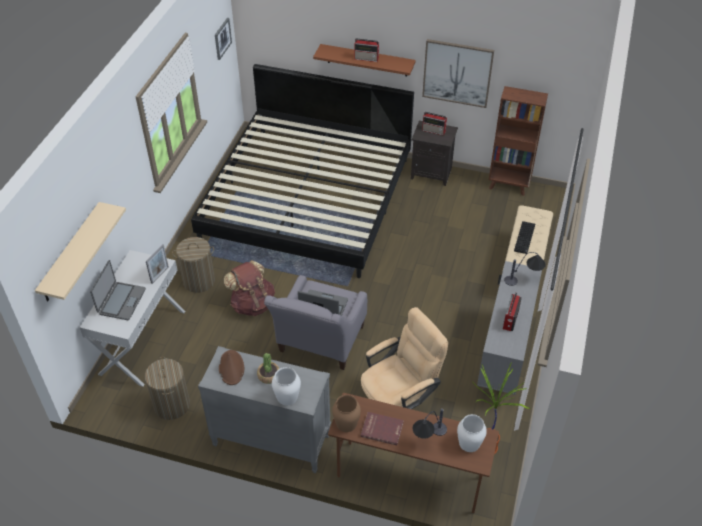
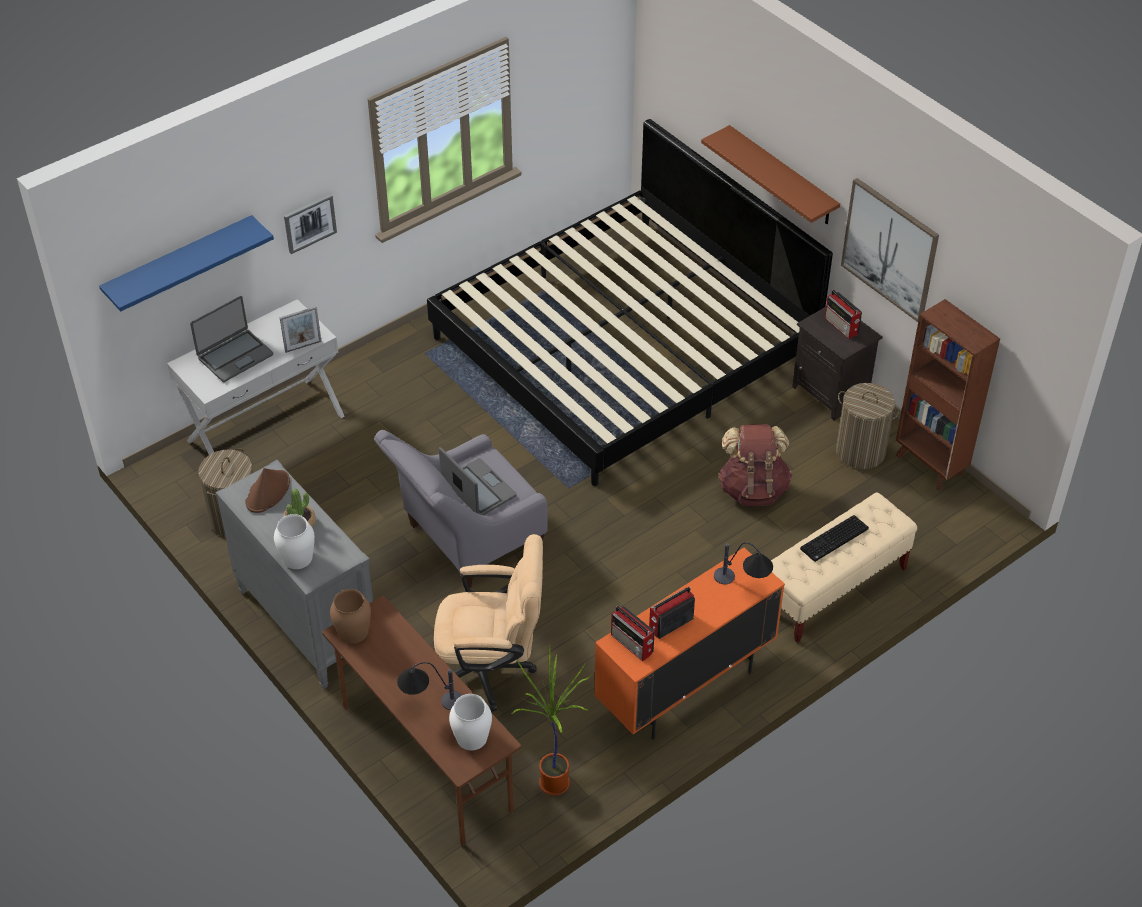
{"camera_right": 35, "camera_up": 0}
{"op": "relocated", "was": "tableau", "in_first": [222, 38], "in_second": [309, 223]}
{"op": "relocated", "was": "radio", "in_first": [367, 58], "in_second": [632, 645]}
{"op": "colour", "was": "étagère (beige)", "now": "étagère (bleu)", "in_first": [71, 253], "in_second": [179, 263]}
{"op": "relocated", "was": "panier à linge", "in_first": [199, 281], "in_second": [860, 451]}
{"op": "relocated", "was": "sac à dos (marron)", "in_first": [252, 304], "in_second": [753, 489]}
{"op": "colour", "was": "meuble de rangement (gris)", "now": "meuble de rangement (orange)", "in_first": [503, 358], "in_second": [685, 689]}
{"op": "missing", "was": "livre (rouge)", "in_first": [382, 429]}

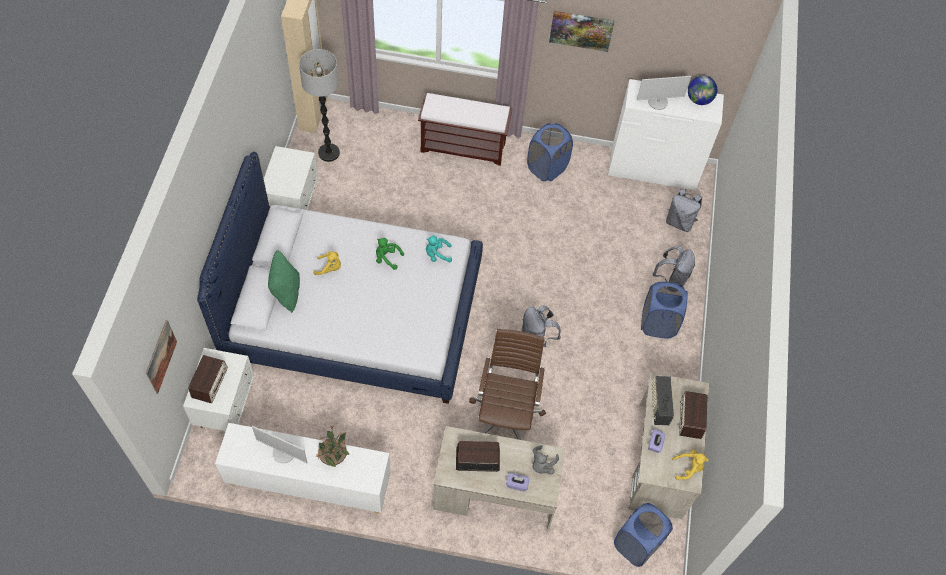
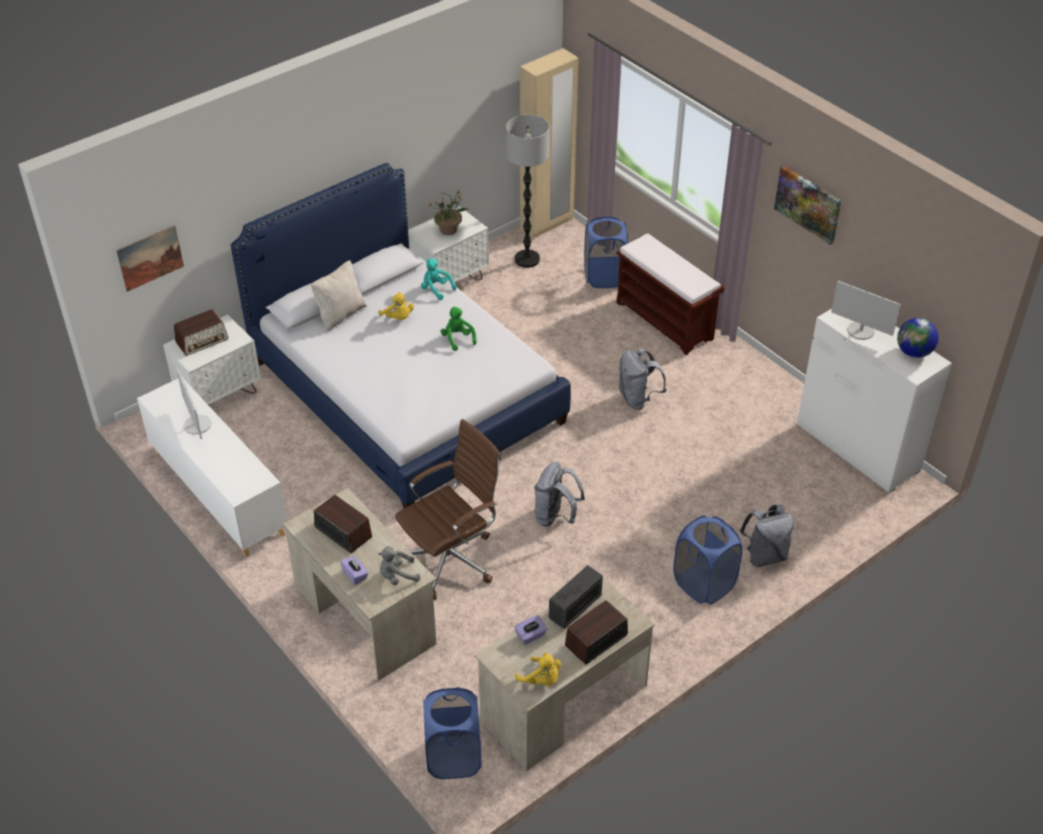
{"camera_right": 45, "camera_up": -15}
{"op": "relocated", "was": "panier à linge (bleu)", "in_first": [547, 167], "in_second": [604, 277]}
{"op": "relocated", "was": "sac à dos (gris)", "in_first": [679, 222], "in_second": [638, 399]}
{"op": "relocated", "was": "peluche (turquoise)", "in_first": [437, 254], "in_second": [436, 289]}
{"op": "colour", "was": "coussin (vert)", "now": "coussin (beige)", "in_first": [286, 292], "in_second": [340, 314]}
{"op": "relocated", "was": "plante en pot", "in_first": [334, 456], "in_second": [449, 230]}

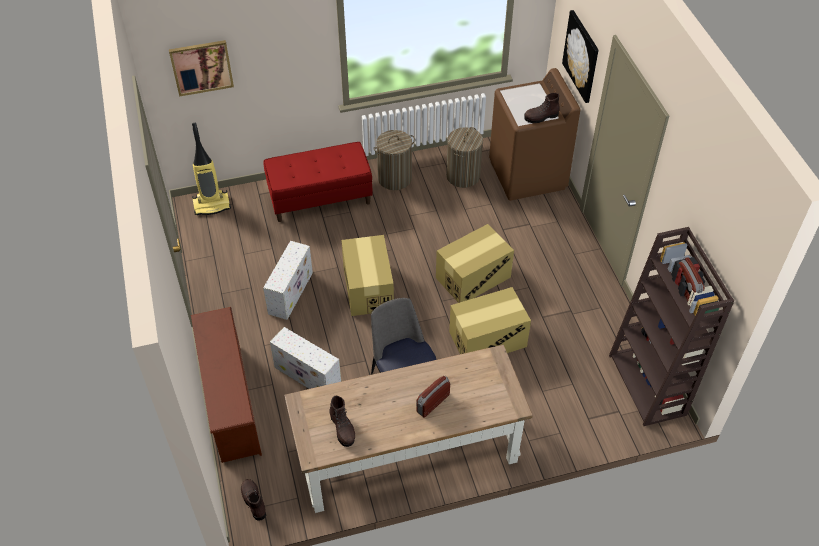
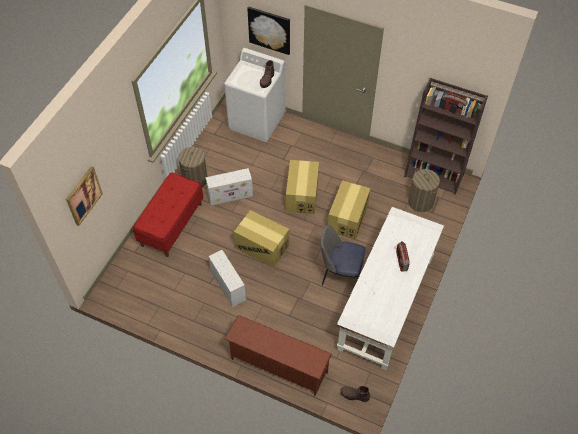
{"camera_right": -50, "camera_up": 5}
{"op": "colour", "was": "lave-linge (marron)", "now": "lave-linge (blanc)", "in_first": [527, 175], "in_second": [257, 121]}
{"op": "missing", "was": "aspirateur", "in_first": [212, 204]}
{"op": "relocated", "was": "panier à linge", "in_first": [463, 176], "in_second": [420, 202]}
{"op": "relocated", "was": "boîte de rangement (blanc)", "in_first": [308, 376], "in_second": [231, 195]}
{"op": "colour", "was": "bureau (marron)", "now": "bureau (blanc)", "in_first": [406, 454], "in_second": [386, 303]}
{"op": "missing", "was": "botte (marron)", "in_first": [342, 429]}

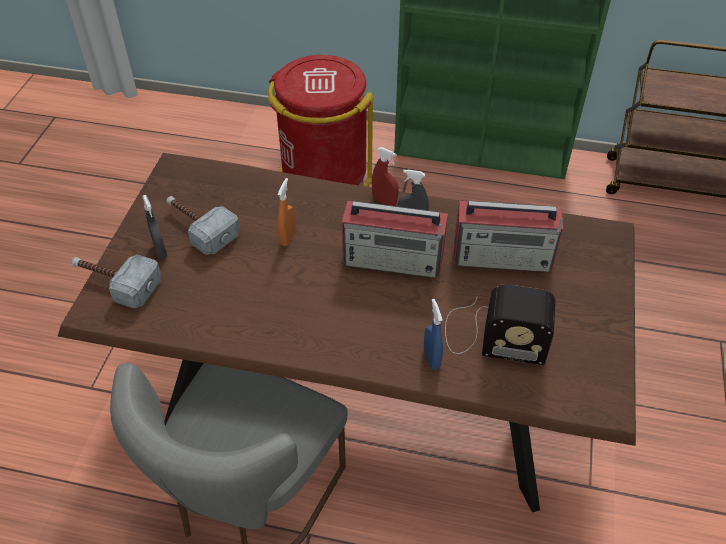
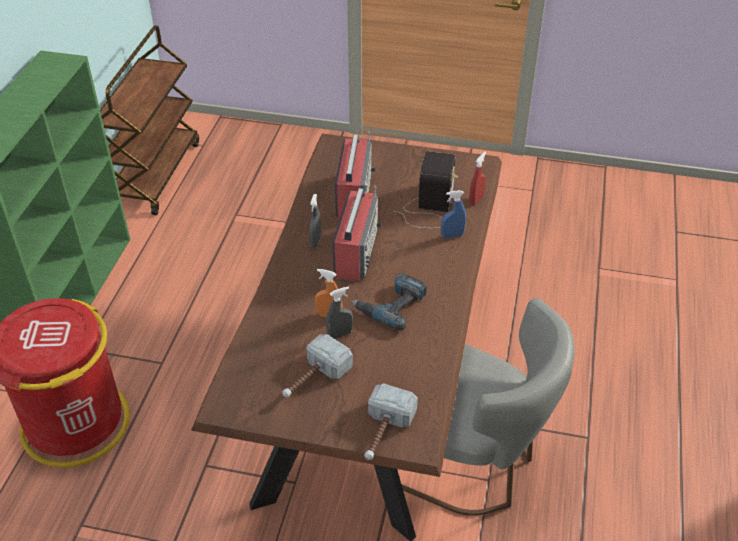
{"camera_right": -90, "camera_up": -5}
{"op": "relocated", "was": "vaporisateur (rouge)", "in_first": [384, 201], "in_second": [476, 200]}
{"op": "relocated", "was": "vaporisateur (gris)", "in_first": [160, 250], "in_second": [340, 334]}
{"op": "appeared", "now": "perceuse", "in_second": [391, 304]}

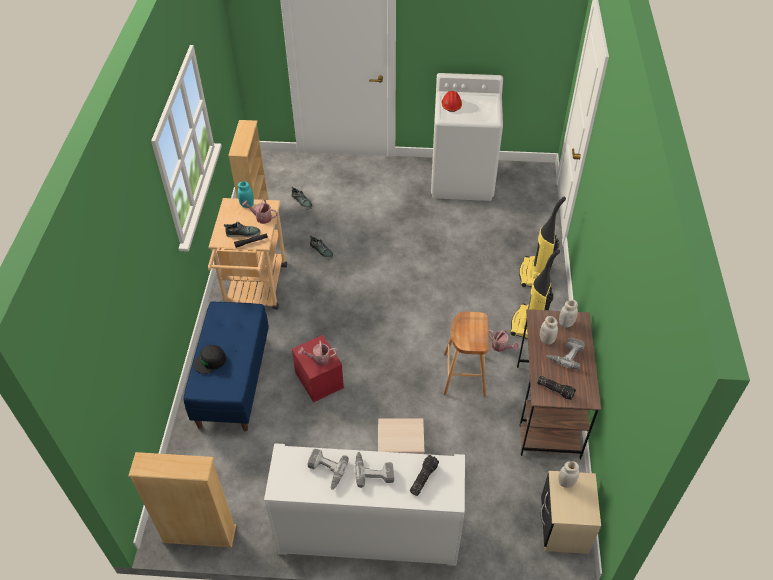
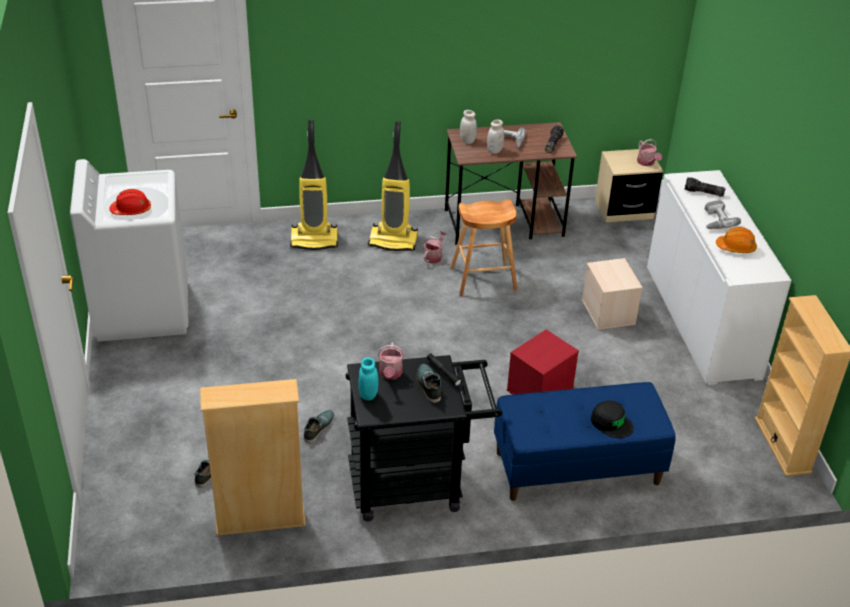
{"camera_right": -105, "camera_up": -10}
{"op": "colour", "was": "chariot (beige)", "now": "chariot (noir)", "in_first": [255, 291], "in_second": [416, 484]}
{"op": "relocated", "was": "arrosoir", "in_first": [319, 359], "in_second": [647, 163]}
{"op": "exchanged", "was": "perceuse", "now": "casque de chantier (orange)", "in_first": [326, 471], "in_second": [736, 247]}
{"op": "missing", "was": "bocal (blanc)", "in_first": [566, 482]}

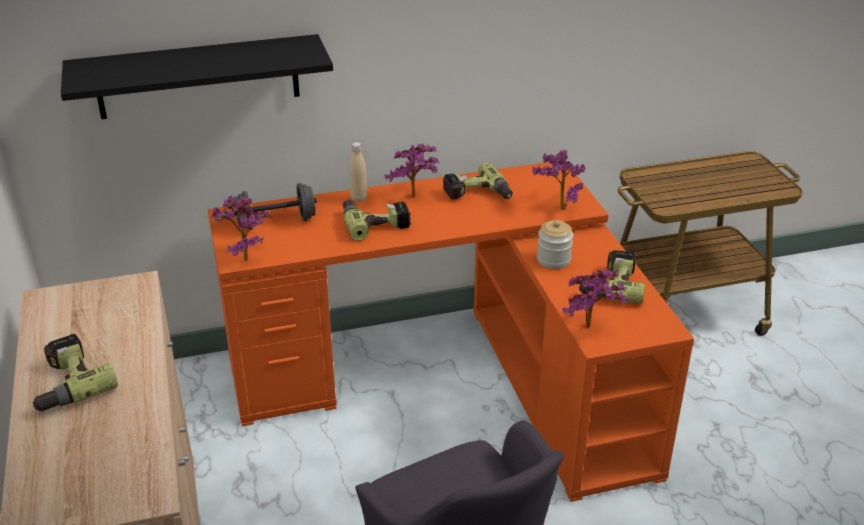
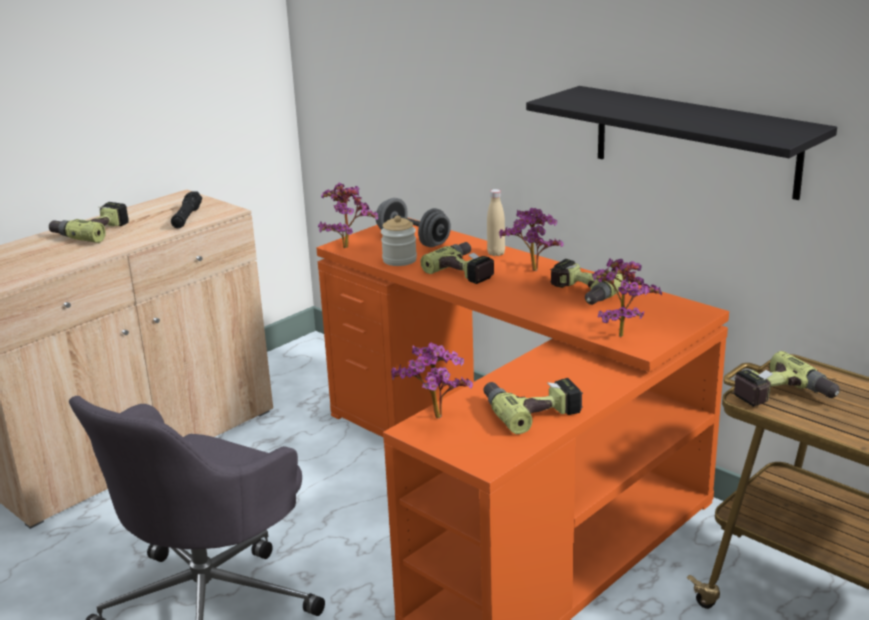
{"camera_right": 60, "camera_up": -10}
{"op": "relocated", "was": "étagère (noir)", "in_first": [198, 77], "in_second": [694, 141]}
{"op": "relocated", "was": "bocal", "in_first": [553, 260], "in_second": [399, 260]}
{"op": "appeared", "now": "lampe de poche (noir)", "in_second": [187, 217]}
{"op": "appeared", "now": "perceuse", "in_second": [783, 396]}

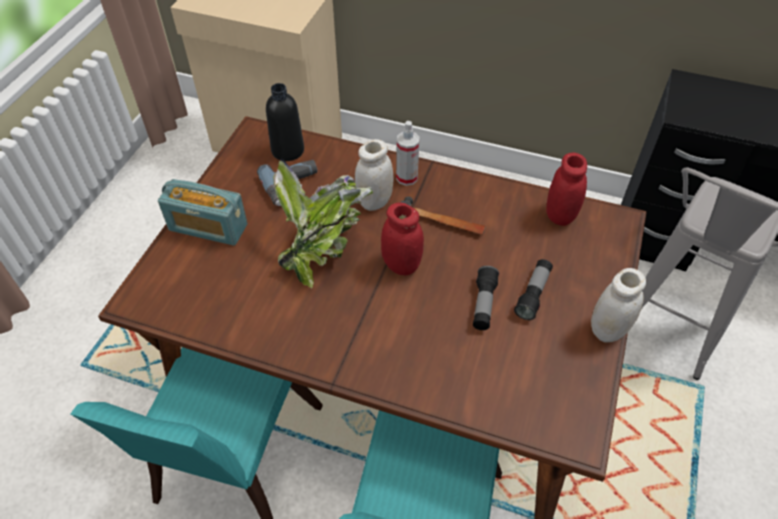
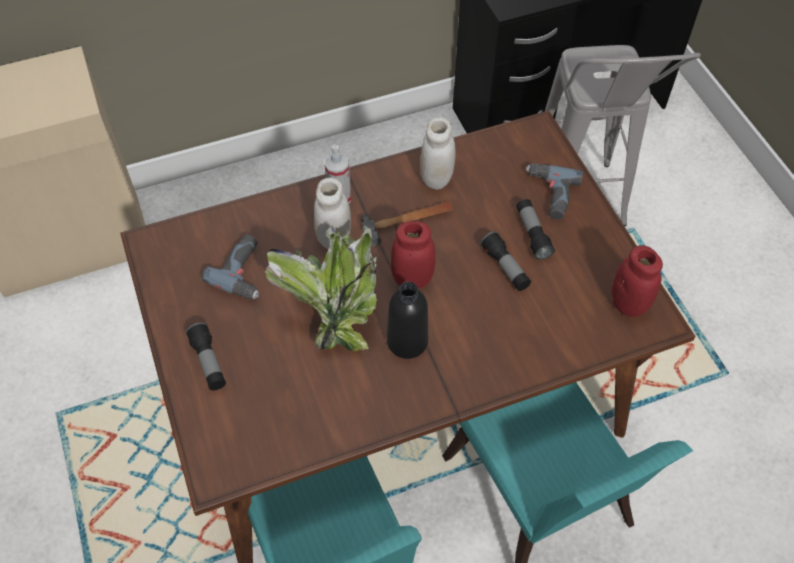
{"camera_right": -40, "camera_up": 5}
{"op": "relocated", "was": "bouteille (noir)", "in_first": [288, 150], "in_second": [407, 341]}
{"op": "relocated", "was": "bocal (rouge)", "in_first": [560, 215], "in_second": [628, 304]}
{"op": "exchanged", "was": "radio", "now": "lampe de poche", "in_first": [208, 227], "in_second": [208, 362]}
{"op": "relocated", "was": "bocal (blanc)", "in_first": [608, 330], "in_second": [436, 178]}
{"op": "appeared", "now": "perceuse", "in_second": [549, 194]}

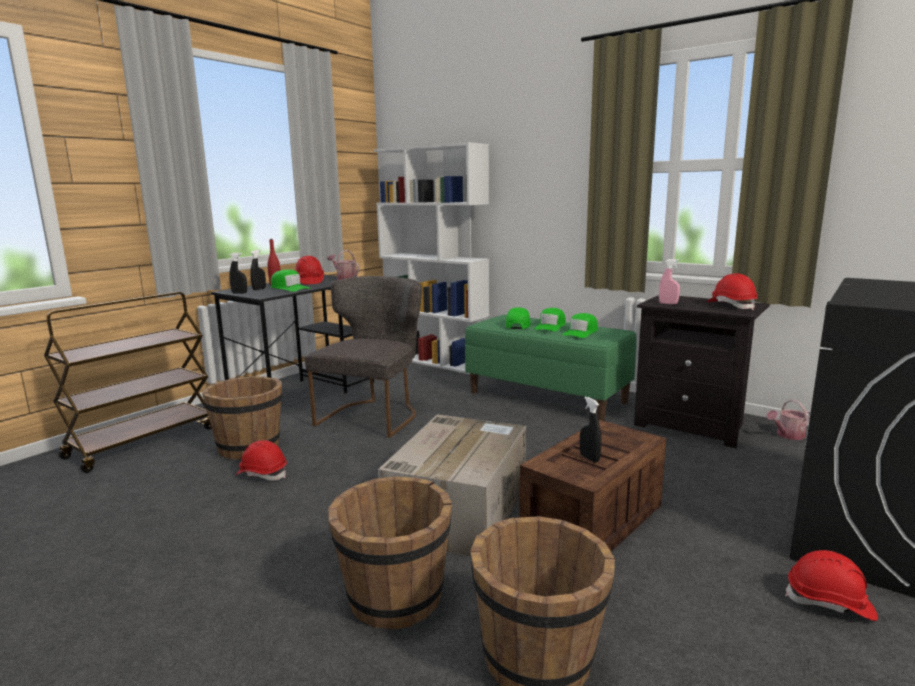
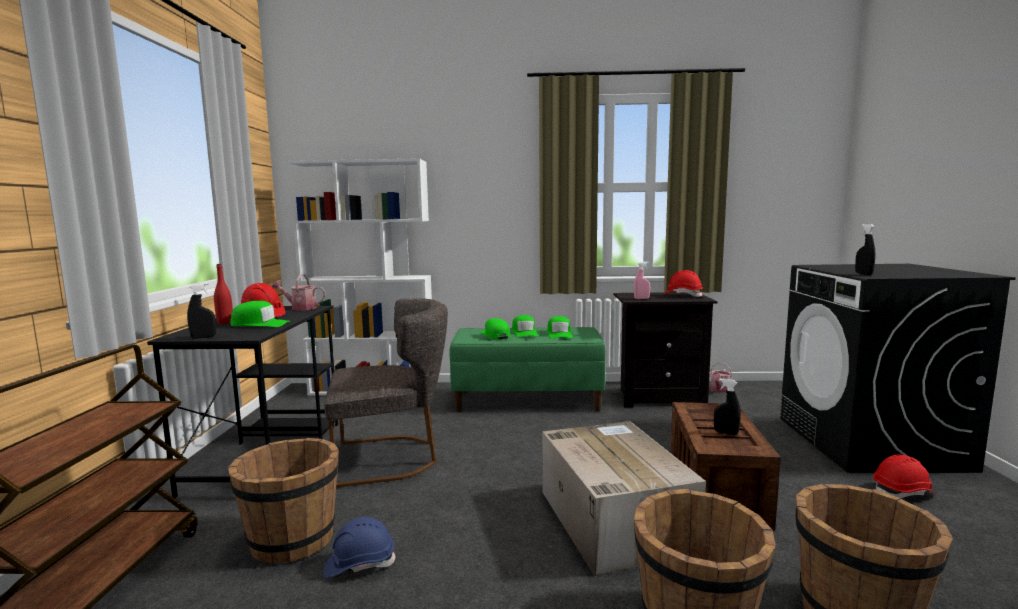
{"camera_right": -35, "camera_up": -5}
{"op": "relocated", "was": "vaporisateur (noir)", "in_first": [259, 289], "in_second": [863, 274]}
{"op": "spun", "was": "chaise (gris)", "in_first": [374, 415], "in_second": [392, 457], "clockwise": 90}
{"op": "colour", "was": "casque de chantier (rouge)", "now": "casque de chantier (bleu)", "in_first": [262, 474], "in_second": [360, 564]}

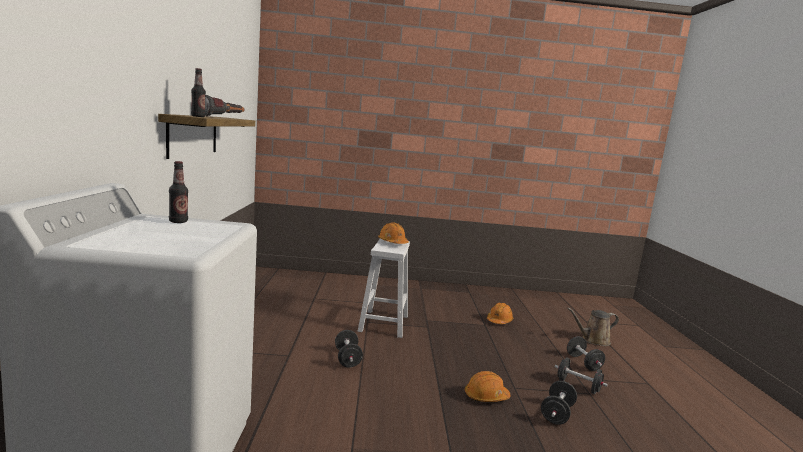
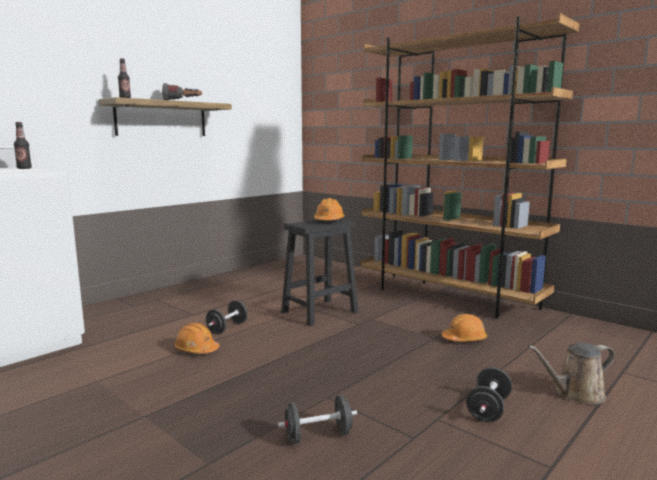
{"camera_right": 45, "camera_up": 0}
{"op": "colour", "was": "tabouret (blanc)", "now": "tabouret (noir)", "in_first": [384, 324], "in_second": [319, 312]}
{"op": "spun", "was": "arrosoir (marron)", "in_first": [593, 340], "in_second": [575, 394], "clockwise": -45}
{"op": "missing", "was": "haltère (noir)", "in_first": [578, 386]}
{"op": "relocated", "was": "casque de chantier (orange)", "in_first": [486, 396], "in_second": [196, 349]}
{"op": "appeared", "now": "bibliothèque (marron)", "in_second": [448, 296]}

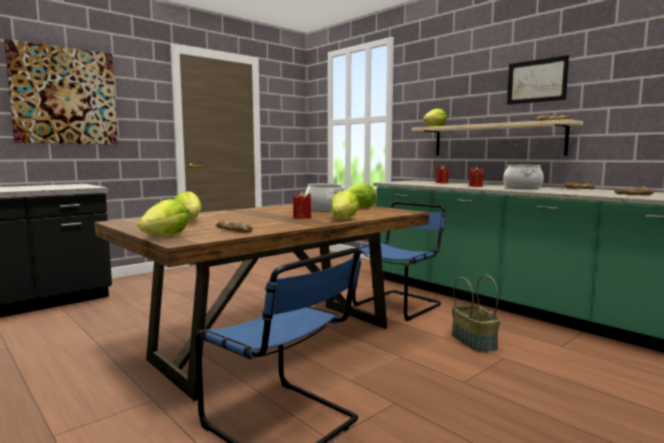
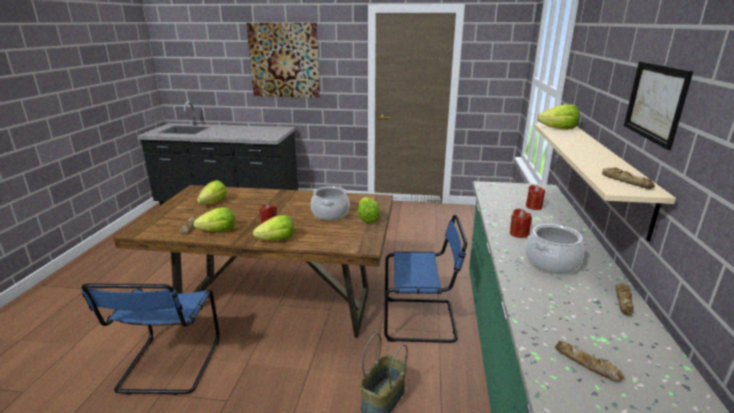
{"camera_right": 50, "camera_up": 15}
{"op": "relocated", "was": "laitue", "in_first": [165, 236], "in_second": [218, 231]}

